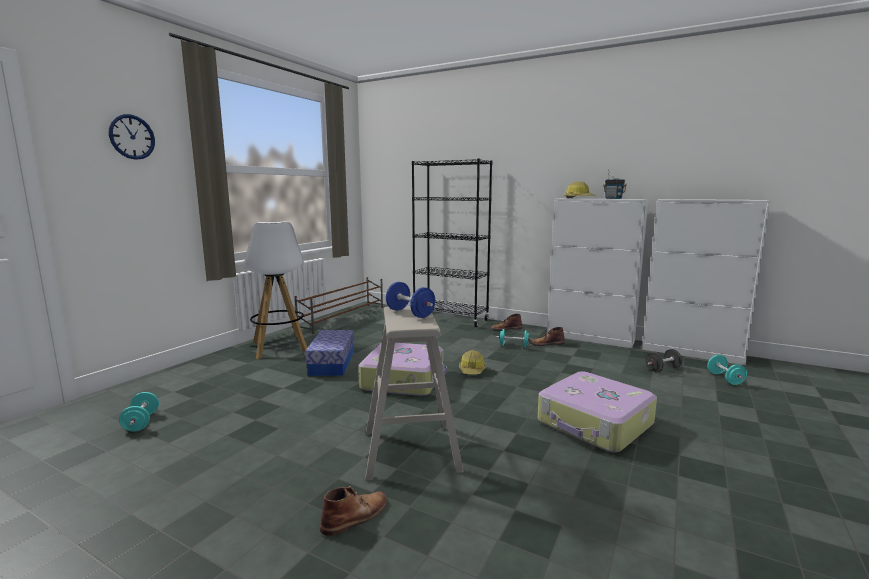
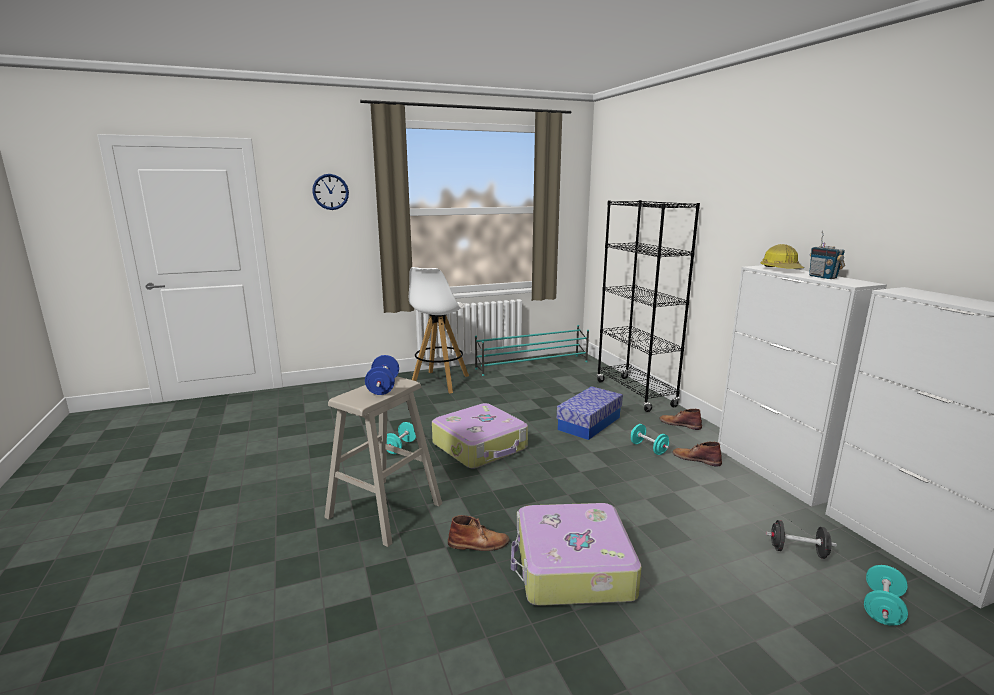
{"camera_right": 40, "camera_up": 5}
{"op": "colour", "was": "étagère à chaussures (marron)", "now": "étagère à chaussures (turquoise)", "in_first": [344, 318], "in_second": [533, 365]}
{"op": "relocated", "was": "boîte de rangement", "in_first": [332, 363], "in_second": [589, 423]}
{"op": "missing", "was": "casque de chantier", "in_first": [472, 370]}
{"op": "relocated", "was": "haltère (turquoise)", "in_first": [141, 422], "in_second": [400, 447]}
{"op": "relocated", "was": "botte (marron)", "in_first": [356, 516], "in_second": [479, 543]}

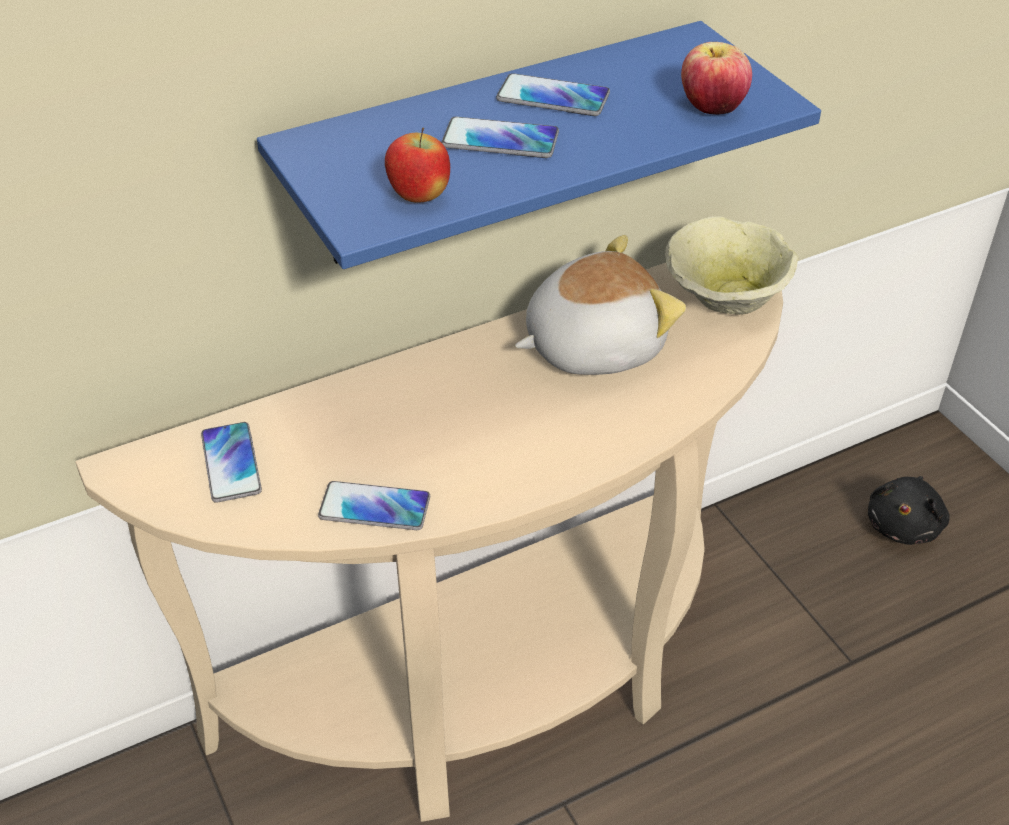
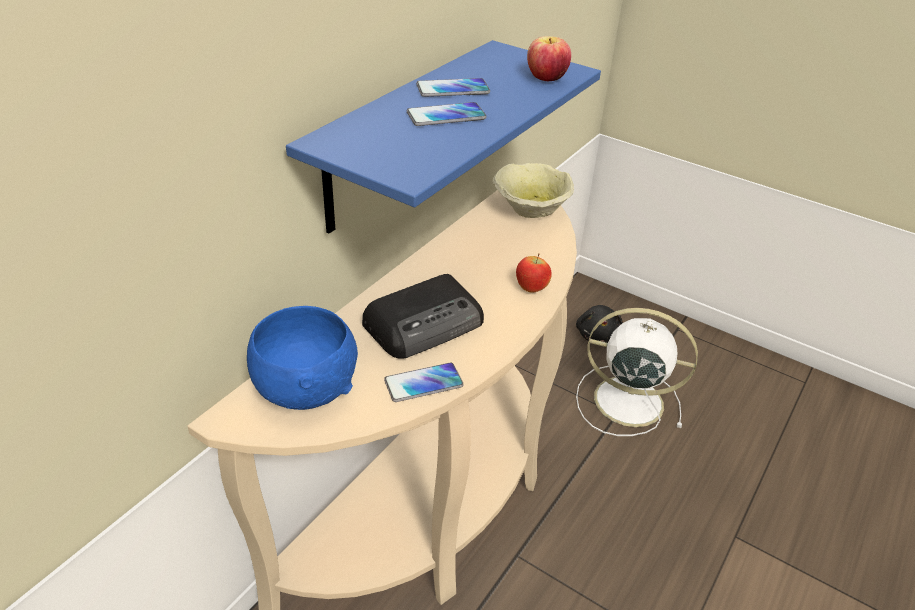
{"camera_right": -30, "camera_up": -5}
{"op": "relocated", "was": "pomme", "in_first": [419, 197], "in_second": [531, 289]}
{"op": "missing", "was": "peluche", "in_first": [592, 345]}
{"op": "exchanged", "was": "téléphone", "now": "bol (bleu)", "in_first": [231, 463], "in_second": [306, 389]}
{"op": "appeared", "now": "radio", "in_second": [426, 323]}
{"op": "appeared", "now": "ventilateur (blanc)", "in_second": [625, 400]}

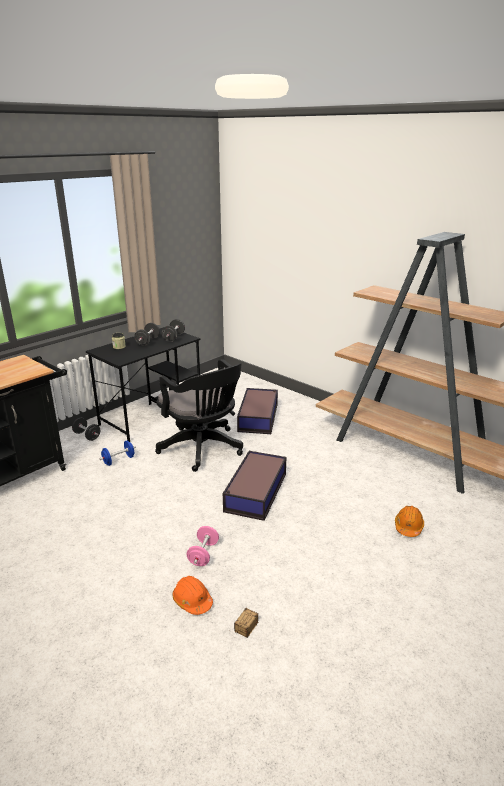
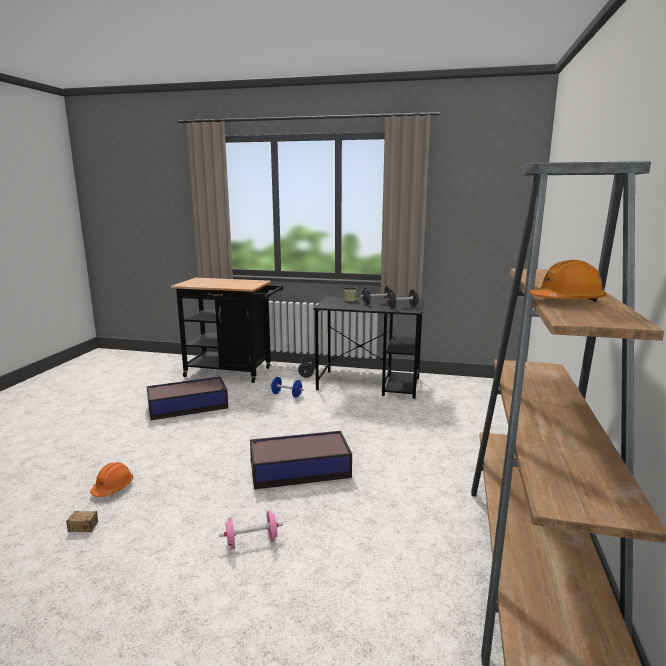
{"camera_right": 60, "camera_up": -10}
{"op": "missing", "was": "chaise de bureau (noir)", "in_first": [203, 449]}
{"op": "relocated", "was": "boîte de rangement", "in_first": [258, 417], "in_second": [189, 406]}
{"op": "relocated", "was": "casque de chantier (orange)", "in_first": [408, 526], "in_second": [566, 301]}
{"op": "relocated", "was": "haltère (rose)", "in_first": [203, 554], "in_second": [252, 542]}

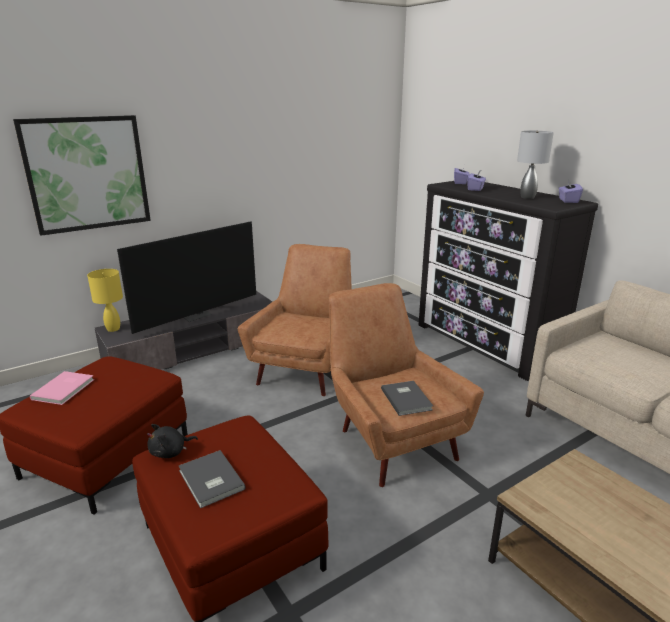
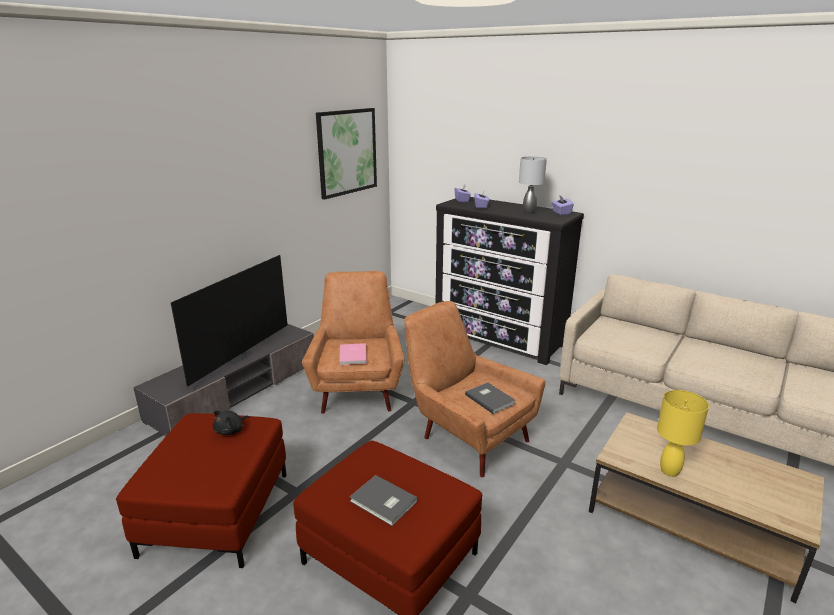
{"camera_right": -20, "camera_up": 0}
{"op": "relocated", "was": "tableau", "in_first": [87, 174], "in_second": [347, 152]}
{"op": "relocated", "was": "lampe de table (jaune)", "in_first": [113, 329], "in_second": [669, 471]}
{"op": "relocated", "was": "livre (rose)", "in_first": [65, 389], "in_second": [354, 355]}
{"op": "relocated", "was": "peluche (noir)", "in_first": [170, 452], "in_second": [231, 430]}

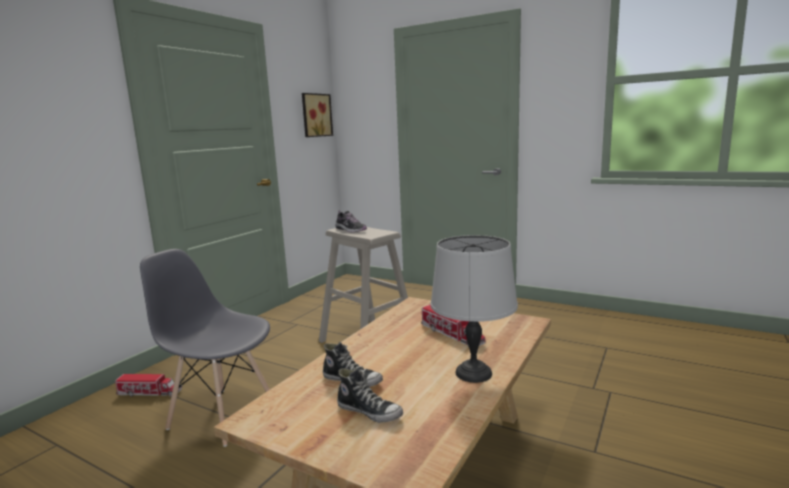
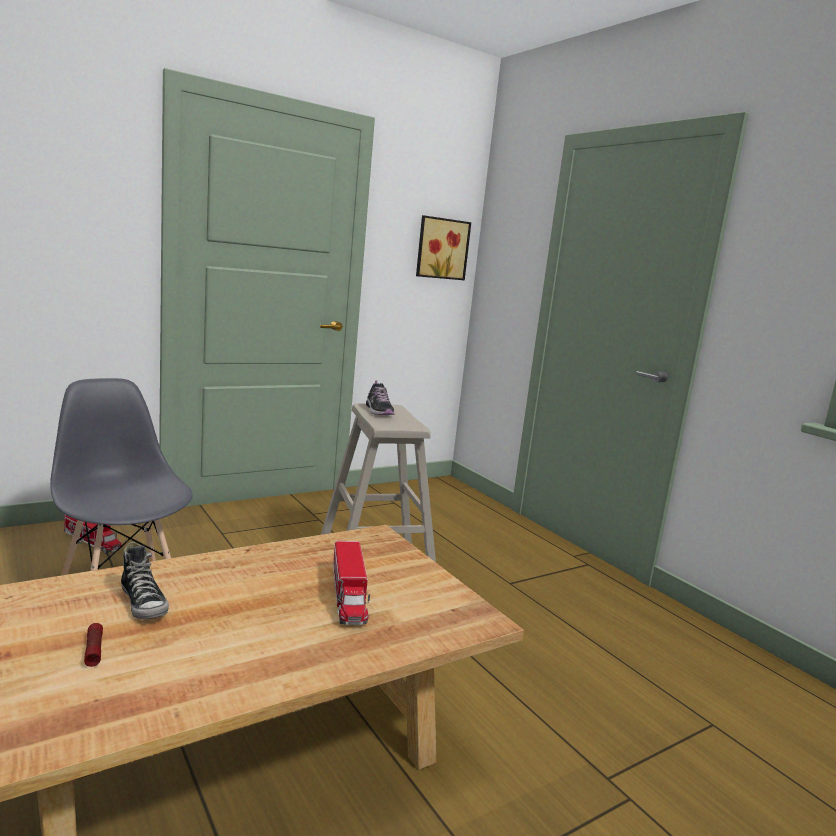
{"camera_right": 25, "camera_up": 0}
{"op": "missing", "was": "lampe de table (gris)", "in_first": [473, 373]}
{"op": "exchanged", "was": "chaussure", "now": "lampe de poche", "in_first": [370, 412], "in_second": [93, 650]}

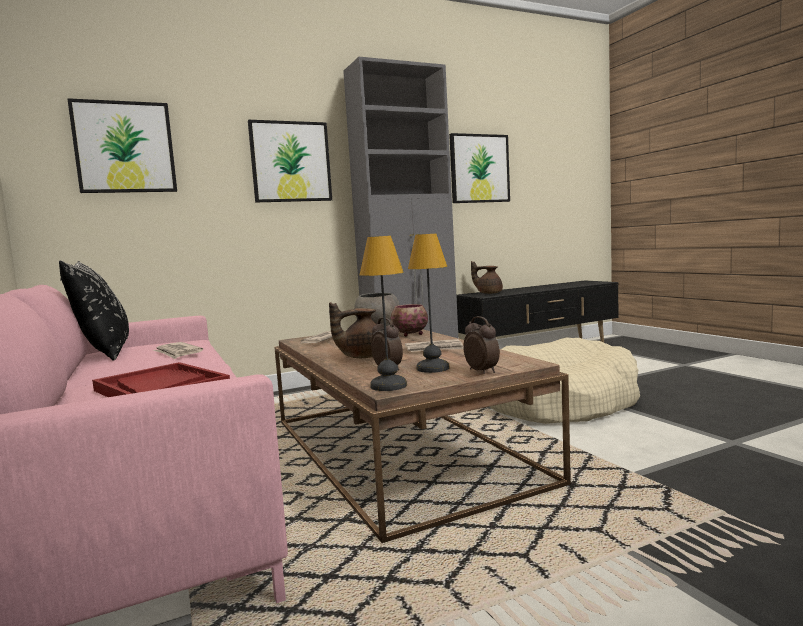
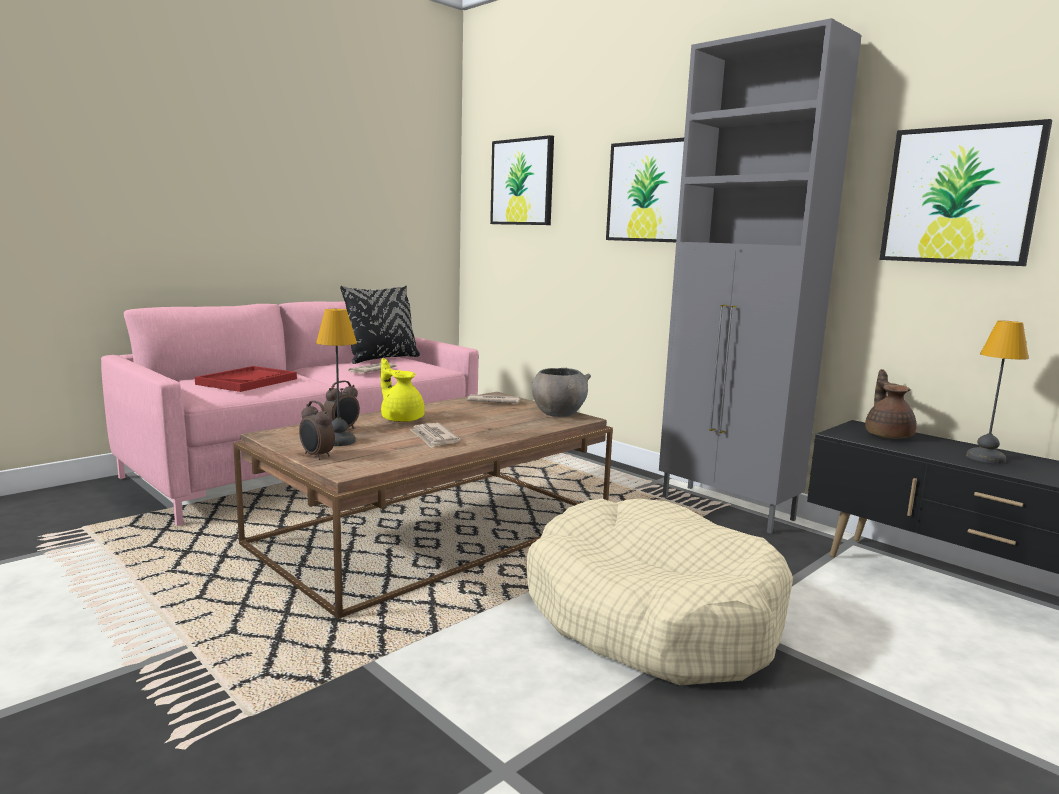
{"camera_right": 70, "camera_up": 5}
{"op": "relocated", "was": "lampe de table", "in_first": [388, 385], "in_second": [986, 458]}
{"op": "colour", "was": "théière (marron)", "now": "théière (jaune)", "in_first": [361, 357], "in_second": [401, 419]}
{"op": "missing", "was": "bol", "in_first": [410, 334]}
{"op": "spun", "was": "réveil", "in_first": [482, 371], "in_second": [316, 456], "clockwise": 90}

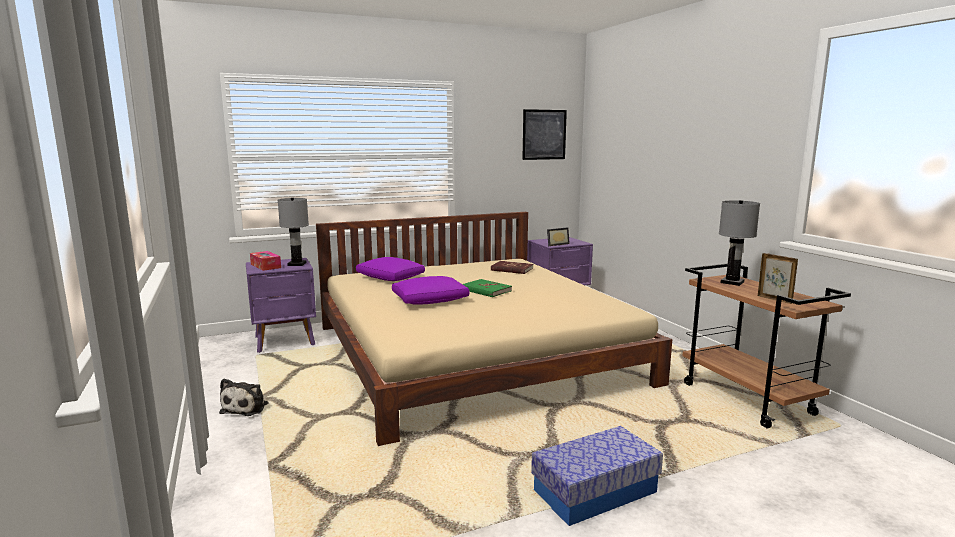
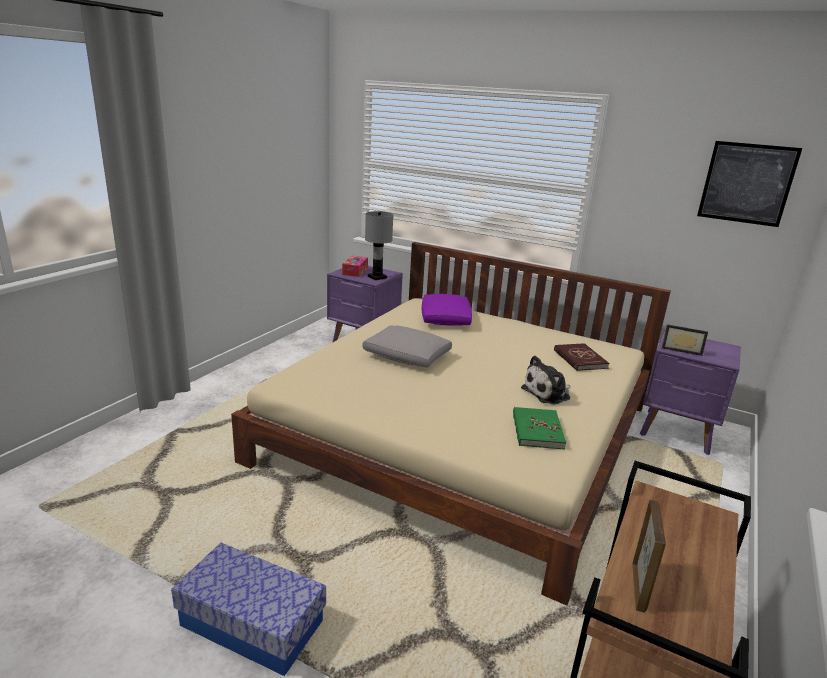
{"camera_right": 50, "camera_up": 10}
{"op": "missing", "was": "lampe de table (gris)", "in_first": [731, 282]}
{"op": "colour", "was": "coussin (violet)", "now": "coussin (gris)", "in_first": [430, 300], "in_second": [407, 356]}
{"op": "relocated", "was": "livre (vert)", "in_first": [486, 290], "in_second": [537, 430]}
{"op": "relocated", "was": "peluche", "in_first": [247, 407], "in_second": [548, 393]}

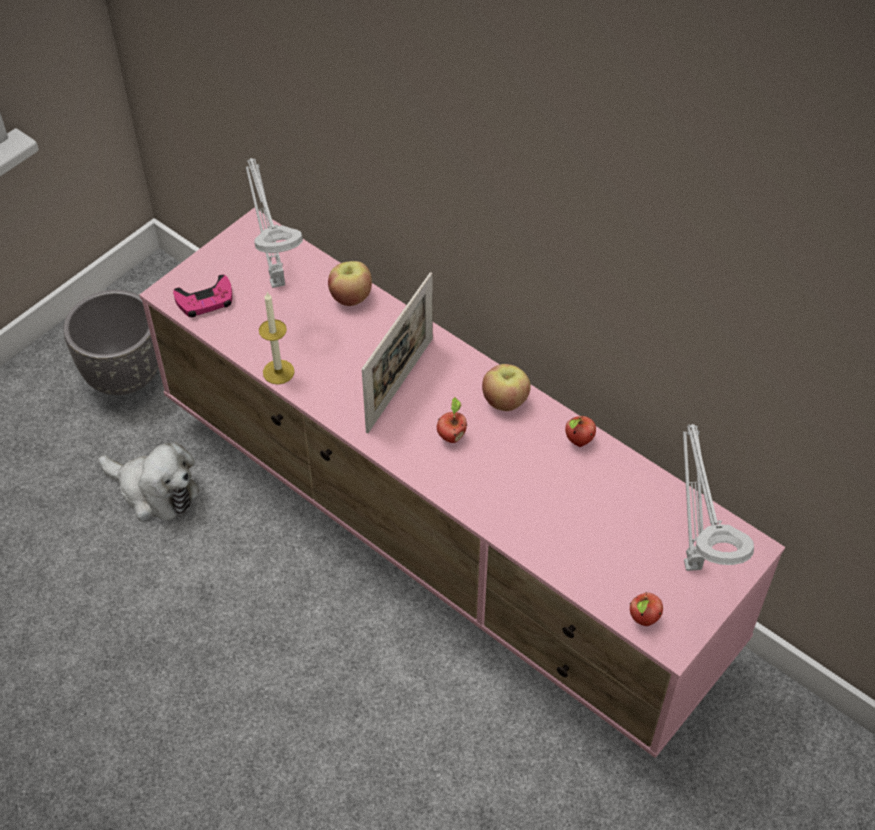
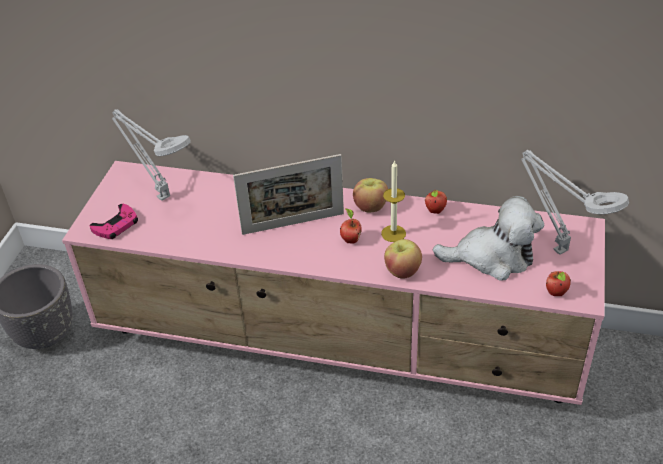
{"camera_right": -25, "camera_up": -10}
{"op": "relocated", "was": "pomme", "in_first": [351, 296], "in_second": [402, 271]}
{"op": "spun", "was": "cadre photo", "in_first": [400, 384], "in_second": [293, 224], "clockwise": 75}
{"op": "relocated", "was": "bougie", "in_first": [278, 372], "in_second": [393, 233]}
{"op": "relocated", "was": "peluche", "in_first": [155, 491], "in_second": [492, 257]}

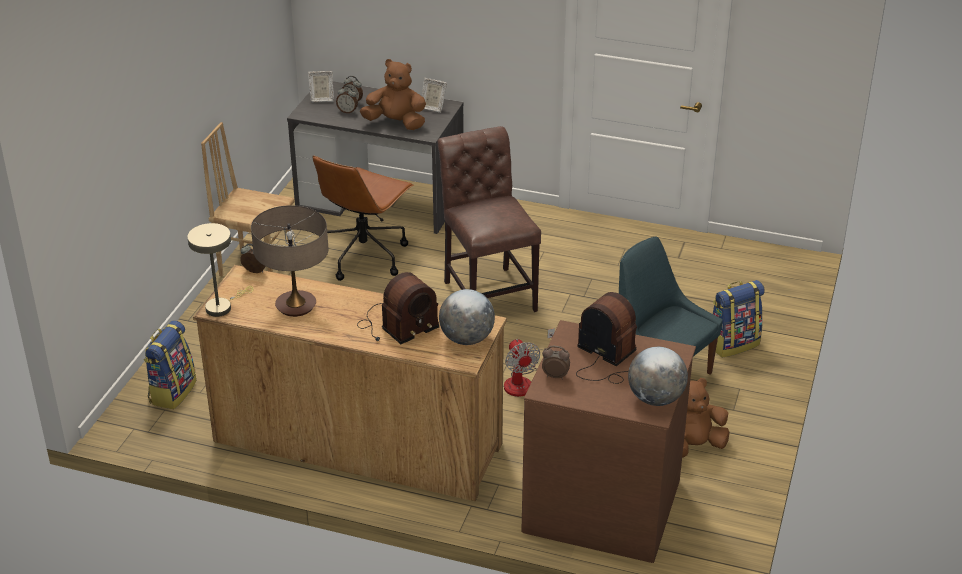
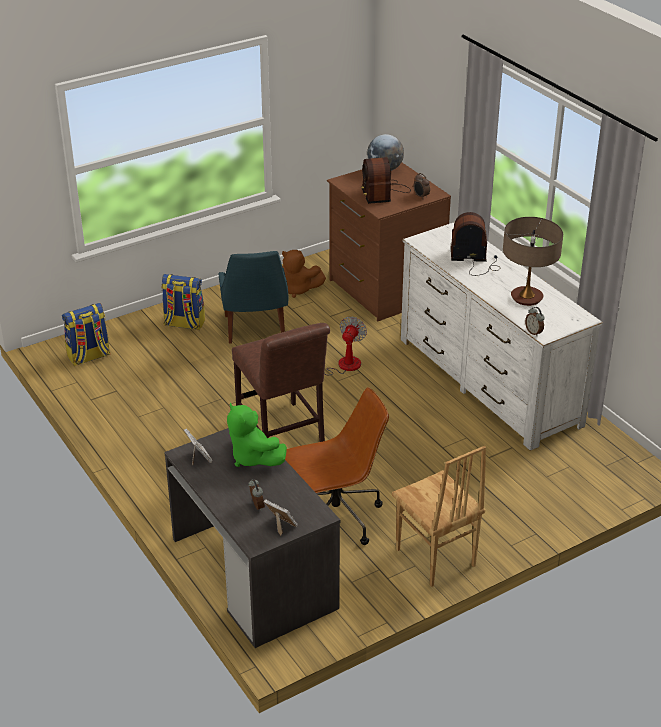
{"camera_right": -140, "camera_up": 0}
{"op": "colour", "was": "peluche (marron)", "now": "peluche (vert)", "in_first": [396, 123], "in_second": [253, 457]}
{"op": "missing", "was": "réveil", "in_first": [347, 111]}
{"op": "spun", "was": "chaise (marron)", "in_first": [488, 292], "in_second": [282, 435], "clockwise": -45}
{"op": "missing", "was": "lampe de table (beige)", "in_first": [222, 306]}
{"op": "colour", "was": "commode (marron)", "now": "commode (blanc)", "in_first": [357, 442], "in_second": [488, 381]}
{"op": "missing", "was": "globe", "in_first": [466, 339]}
{"op": "relocated", "was": "sac à dos", "in_first": [172, 392], "in_second": [89, 357]}

